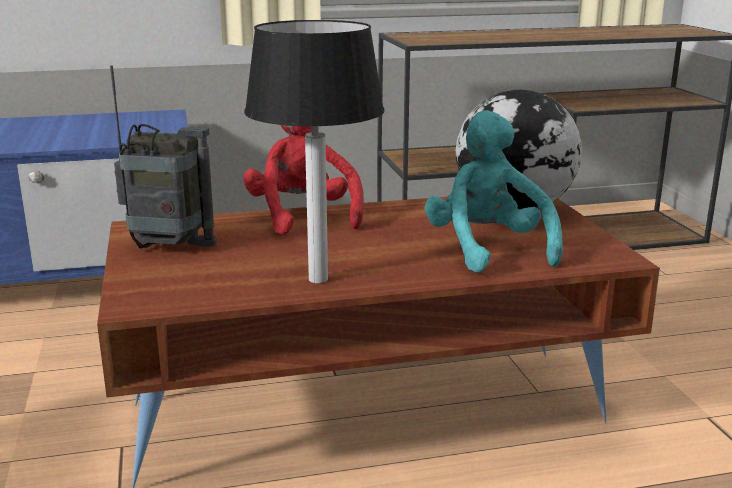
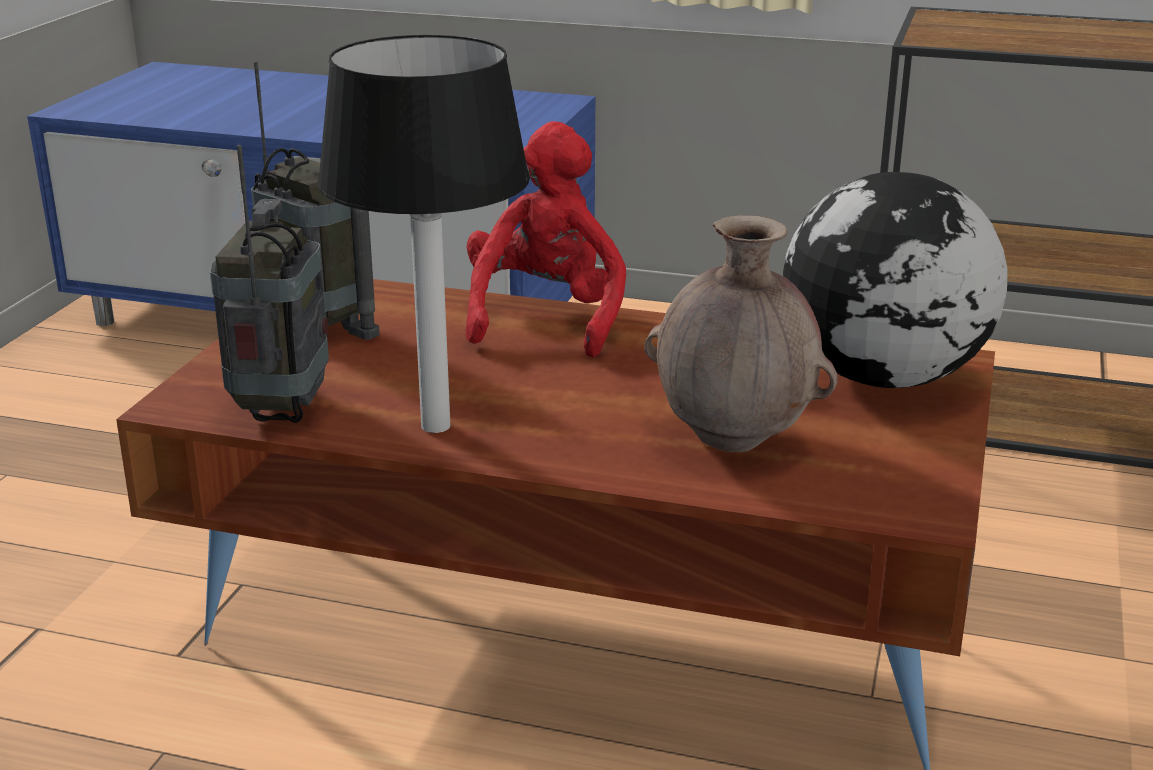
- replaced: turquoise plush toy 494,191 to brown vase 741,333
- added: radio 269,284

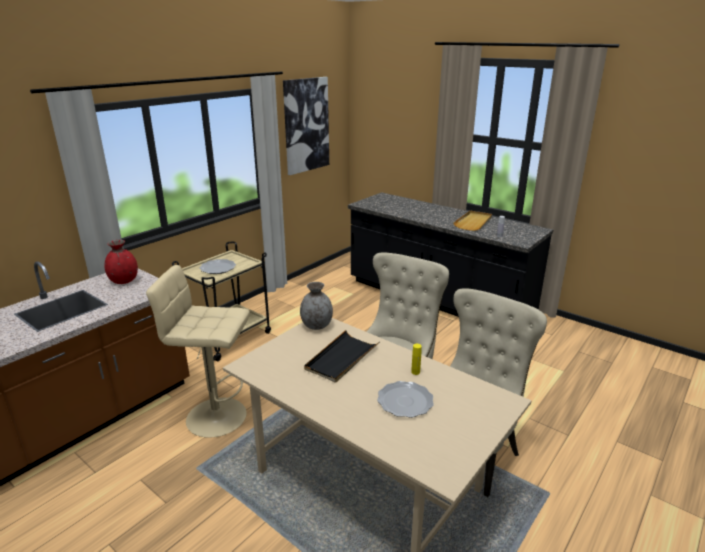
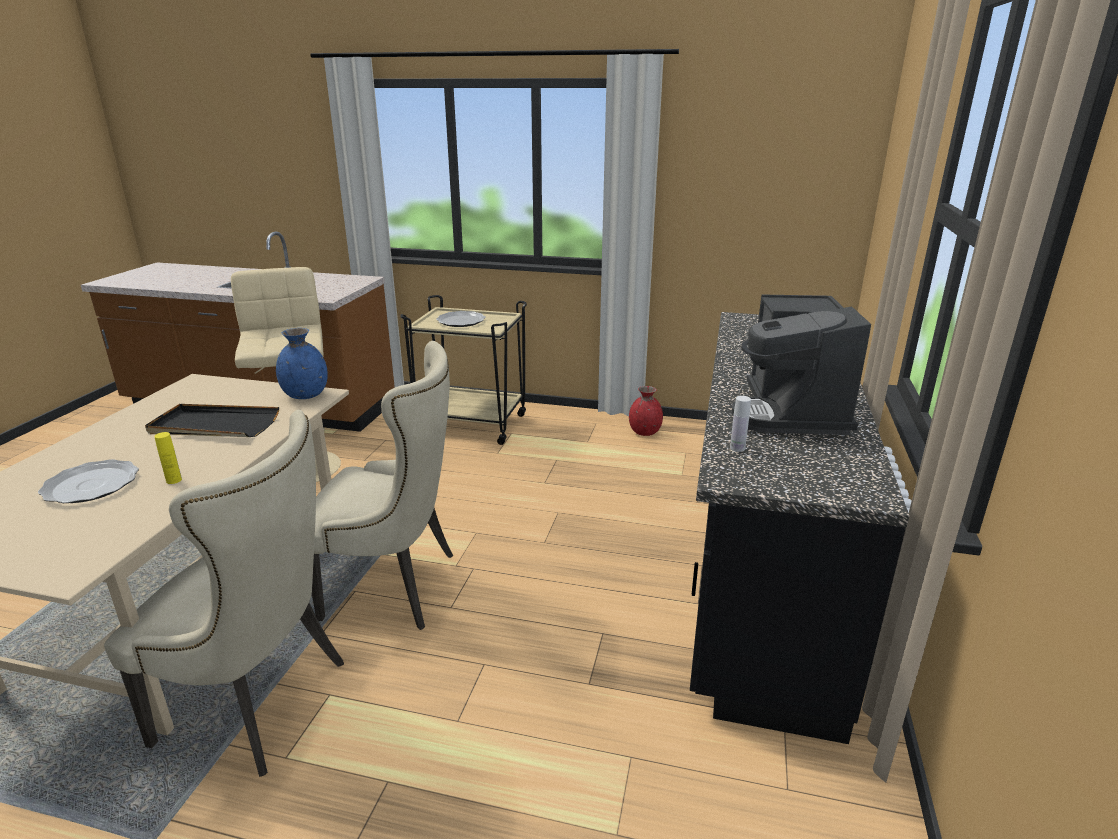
- moved: red vase 121,262 to 646,411
- removed: picture 306,126
- recoloured: grey vase 316,306 to blue vase 302,363
- replaced: beige tray 472,220 to coffee machine 801,364

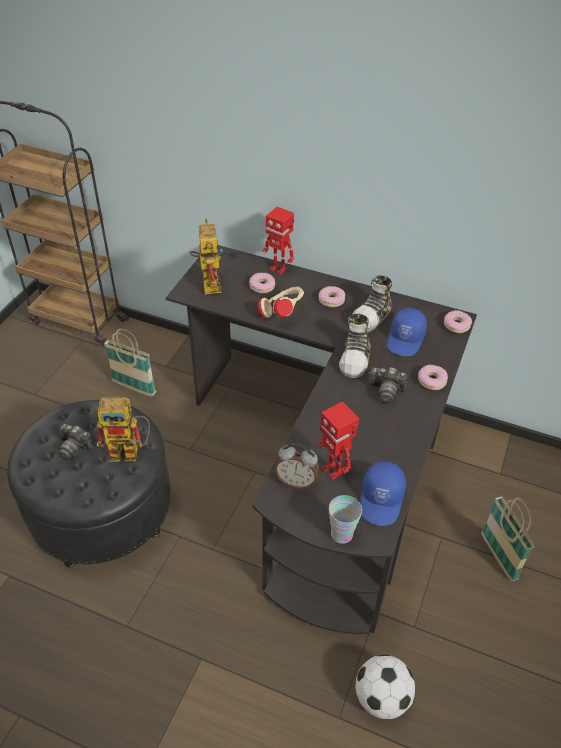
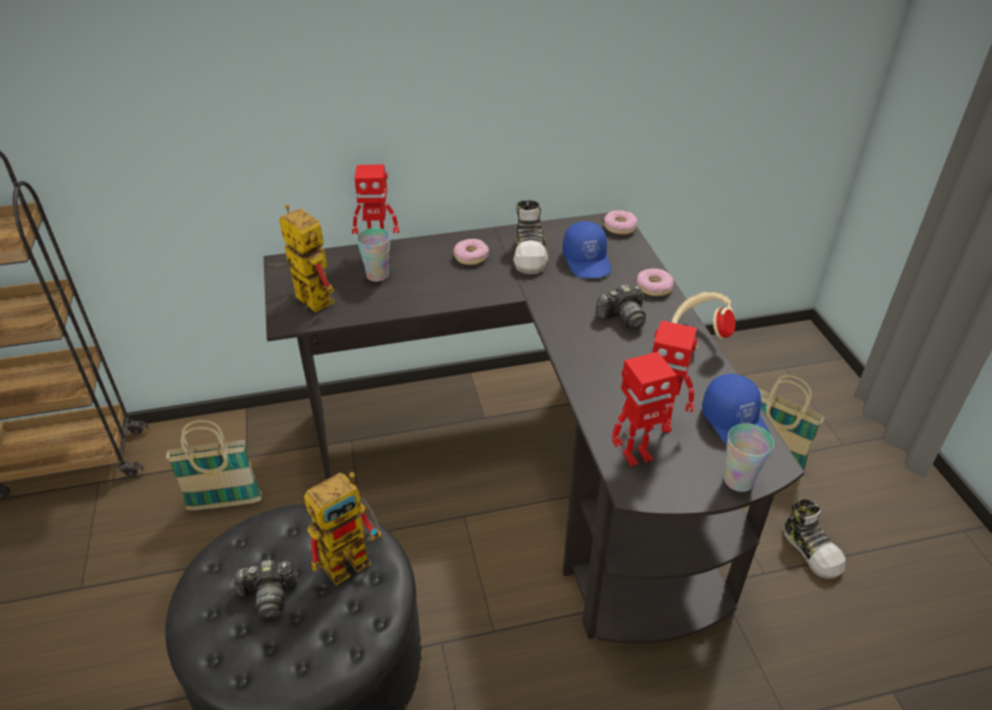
- replaced: donut 262,283 to cup 373,255
- moved: beige headphones 280,302 to 704,321
- replaced: alarm clock 296,466 to toy robot 644,409
- moved: shoe 354,346 to 814,539
- removed: football 385,687

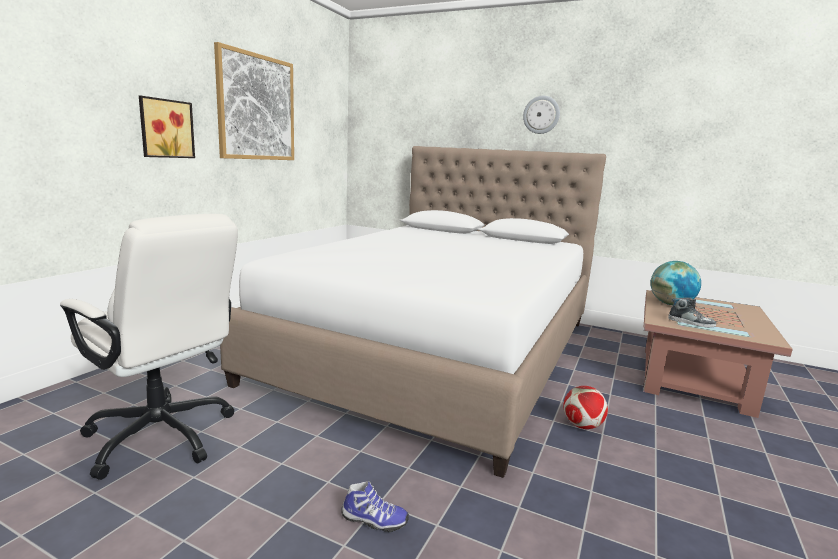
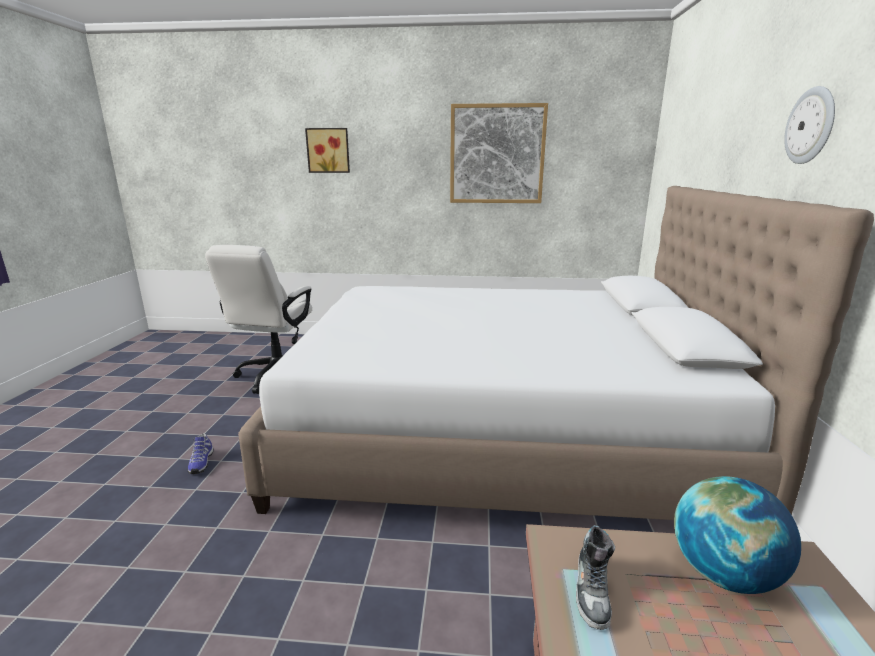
- moved: picture 167,127 to 327,150
- removed: football 585,407

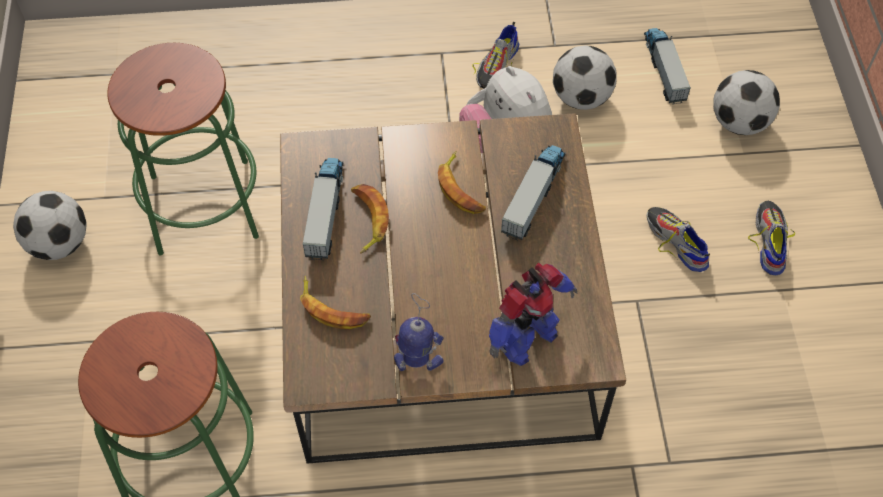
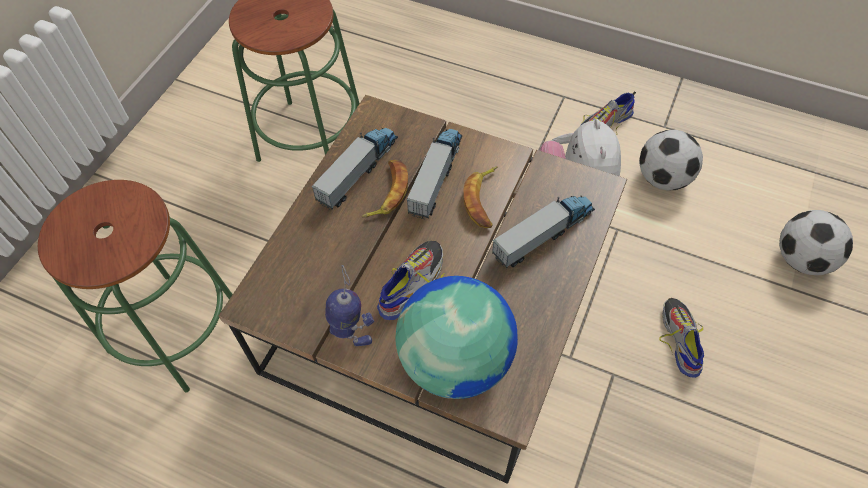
- removed: football 50,225
- removed: banana 335,302
- replaced: toy robot 533,314 to globe 456,337
- moved: toy truck 667,66 to 434,174
- moved: shoe 771,238 to 411,280

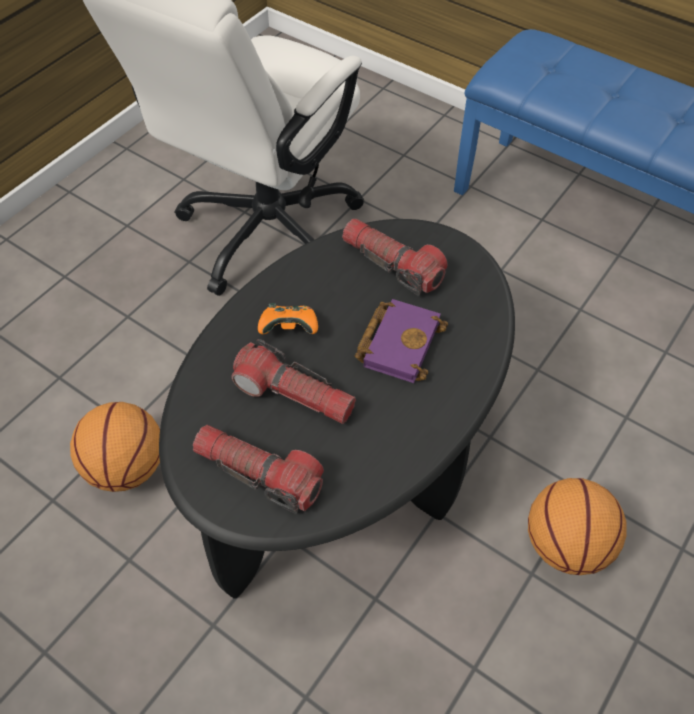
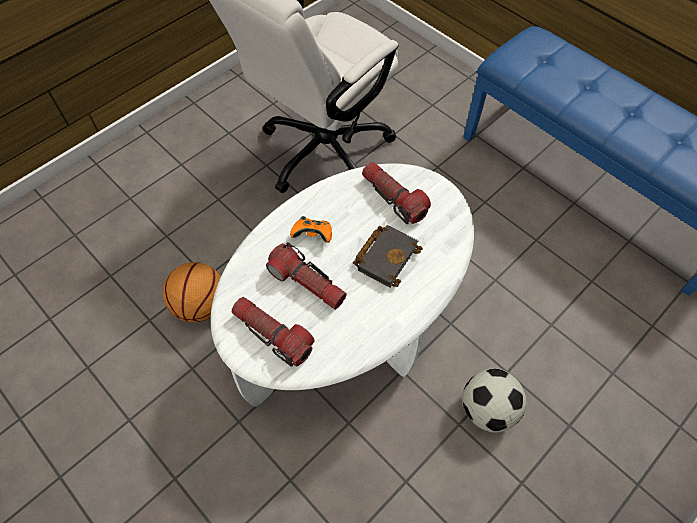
- recoloured: black coffee table 337,409 to white coffee table 342,285
- recoloured: purple book 401,341 to black book 388,256
- replaced: basketball 577,526 to football 494,400

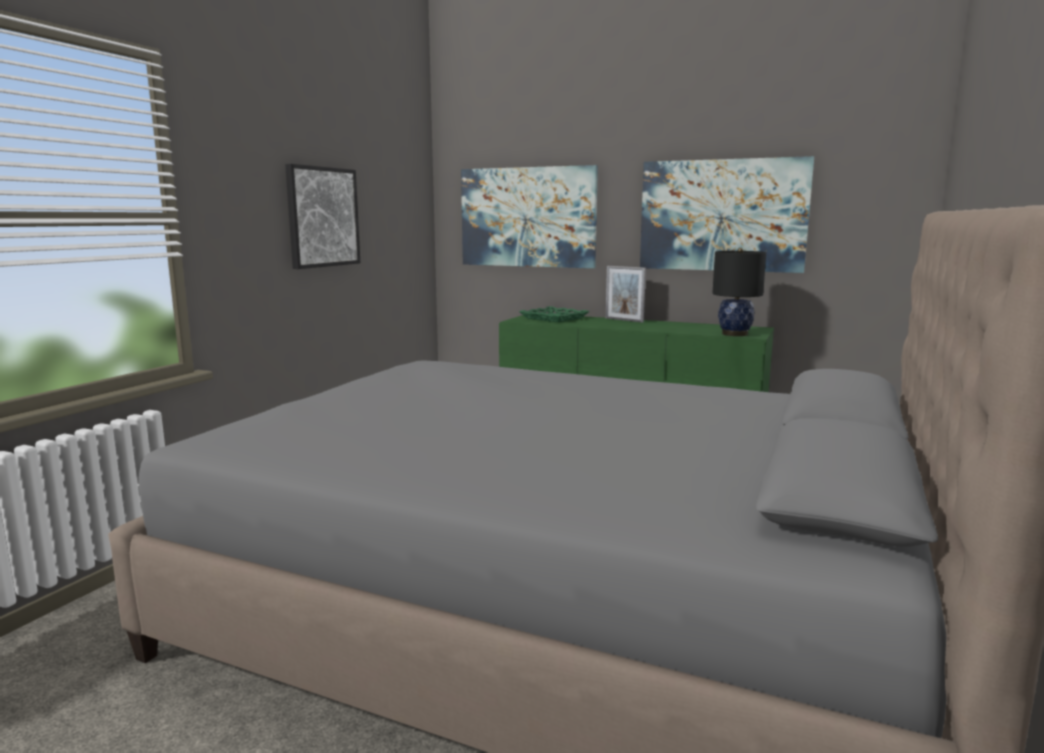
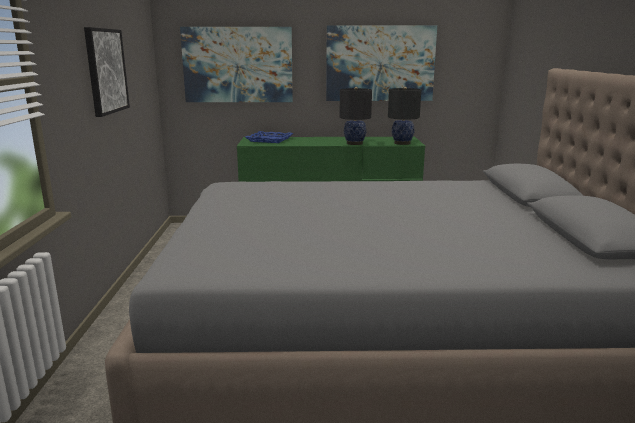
- recoloured: green tray 554,314 to blue tray 269,137
- removed: picture frame 626,294
- added: black table lamp 355,116

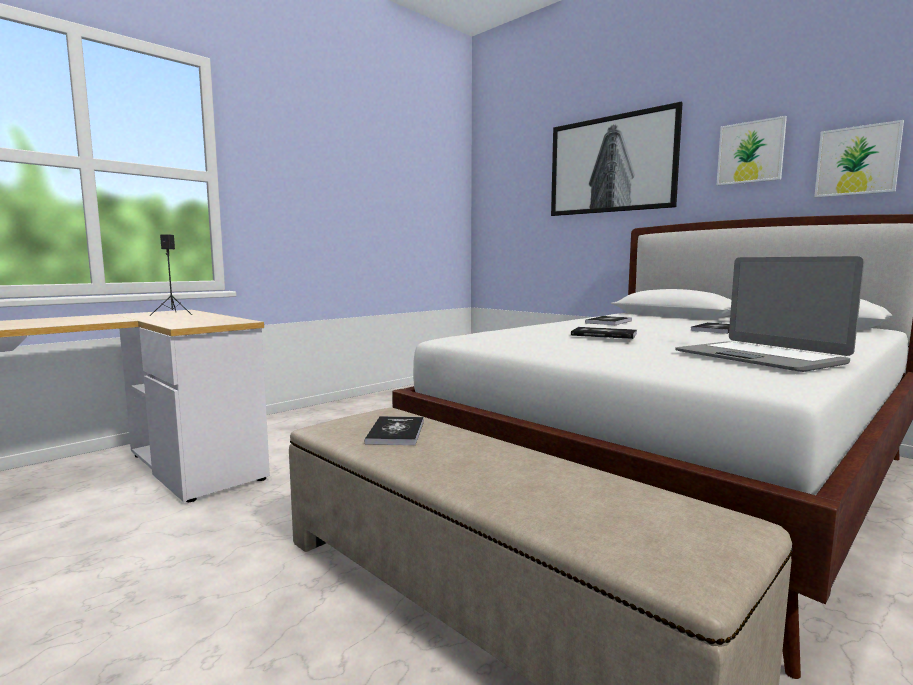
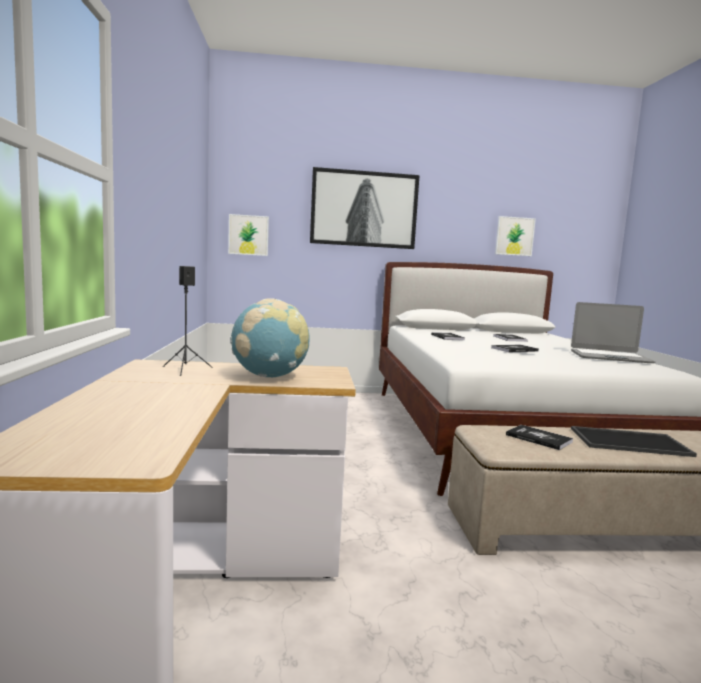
- moved: picture 752,151 to 248,235
- added: globe 270,337
- added: tray 634,441

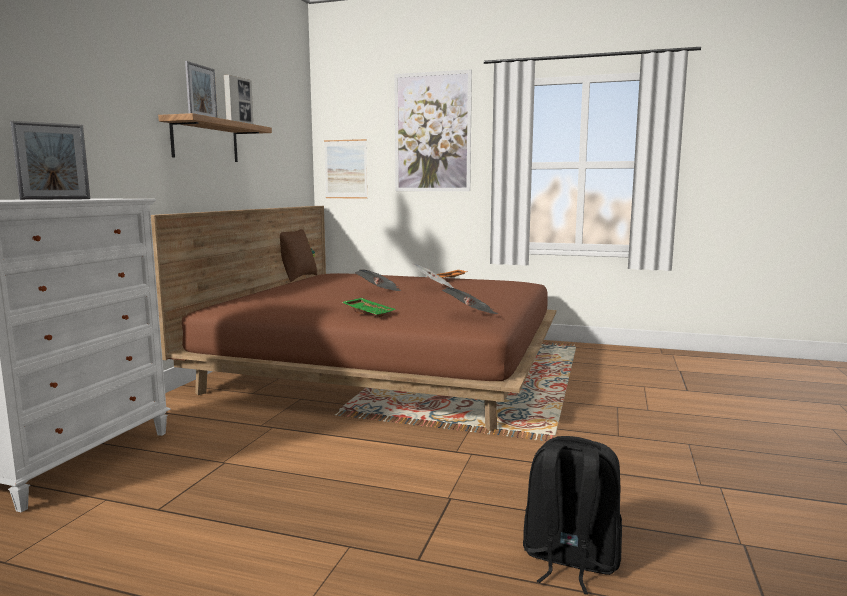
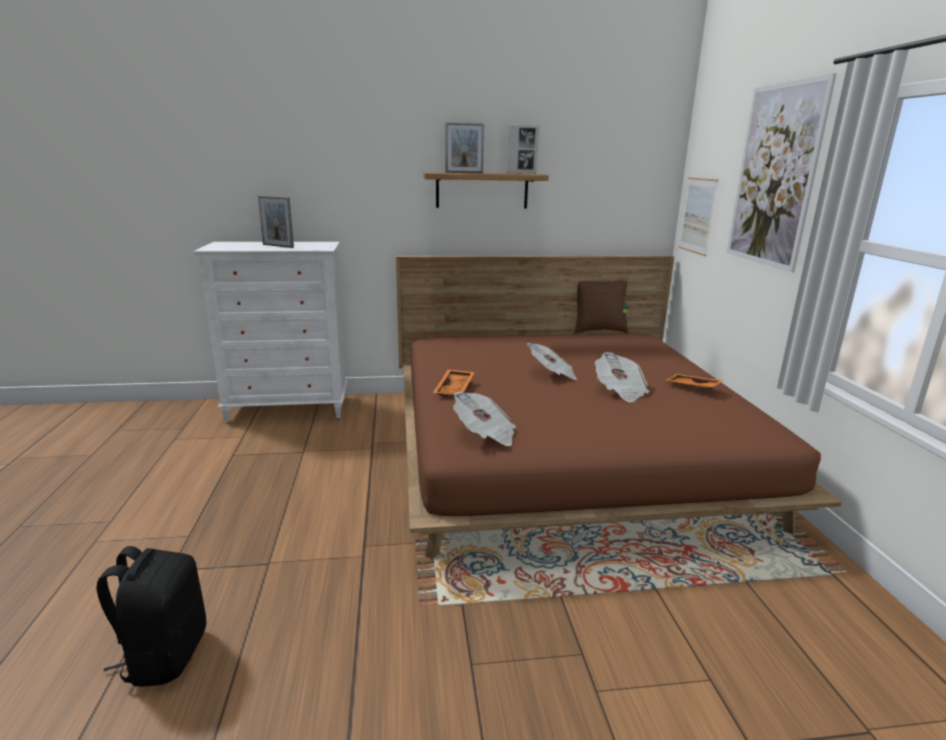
- recoloured: green tray 368,307 to orange tray 454,383

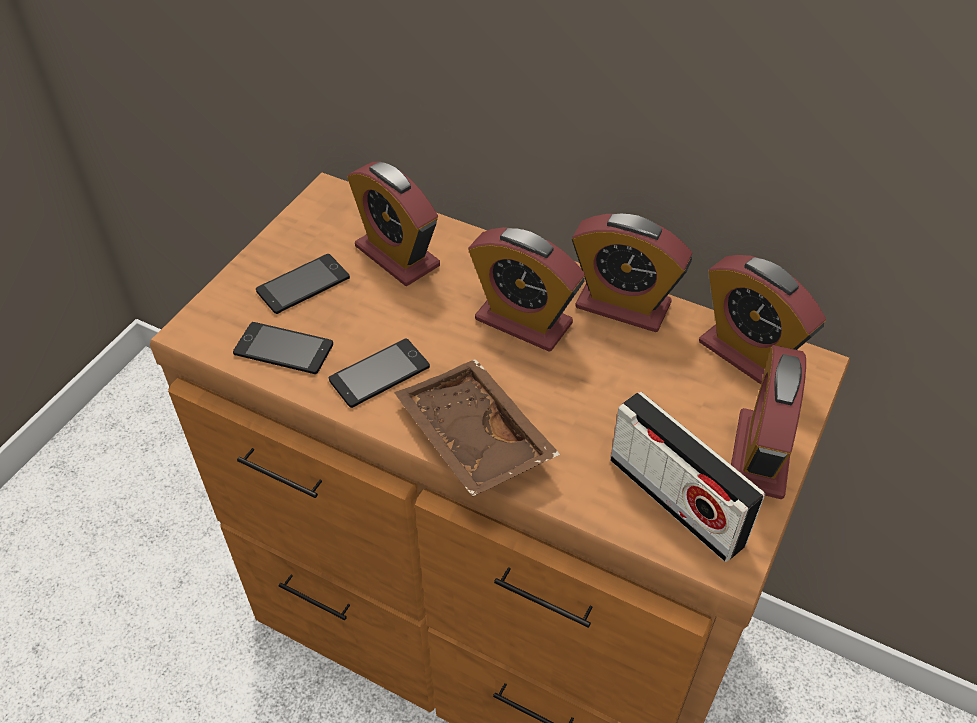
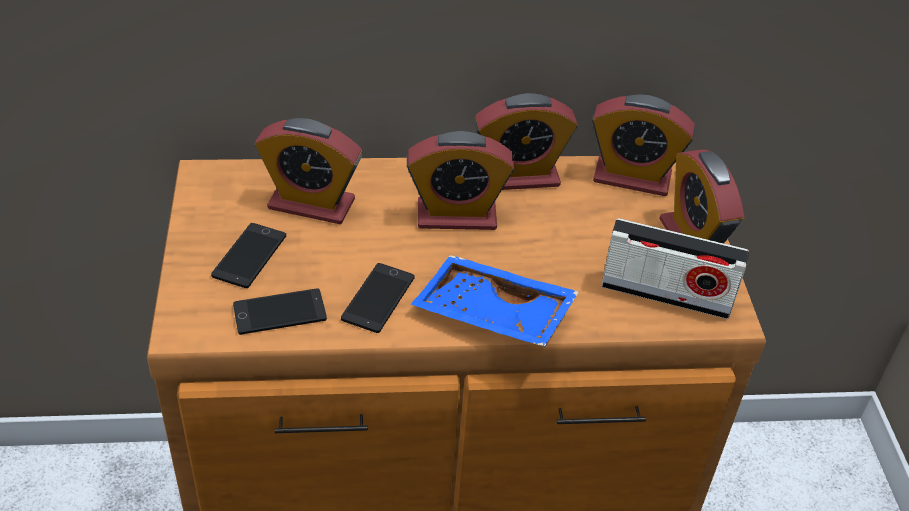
- recoloured: brown tray 477,428 to blue tray 495,301

